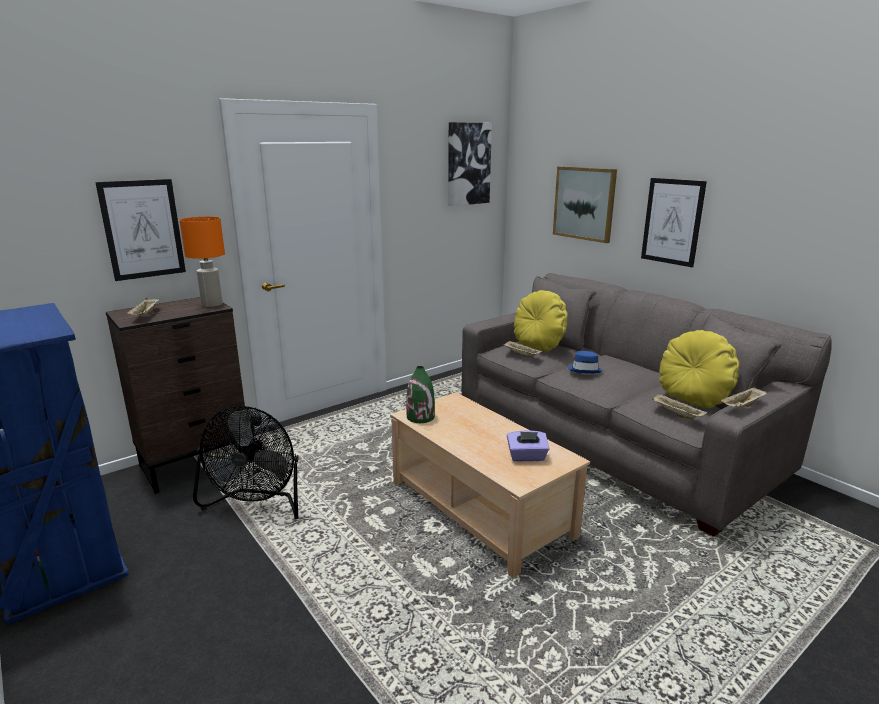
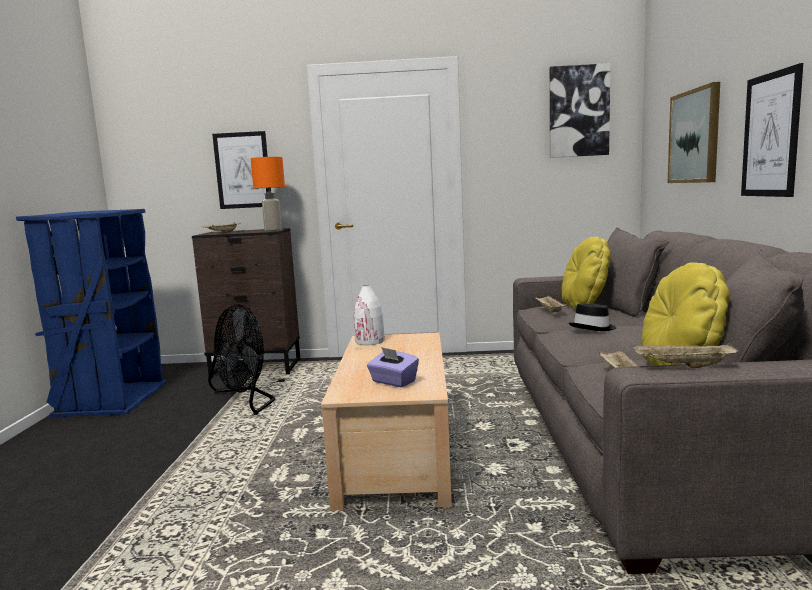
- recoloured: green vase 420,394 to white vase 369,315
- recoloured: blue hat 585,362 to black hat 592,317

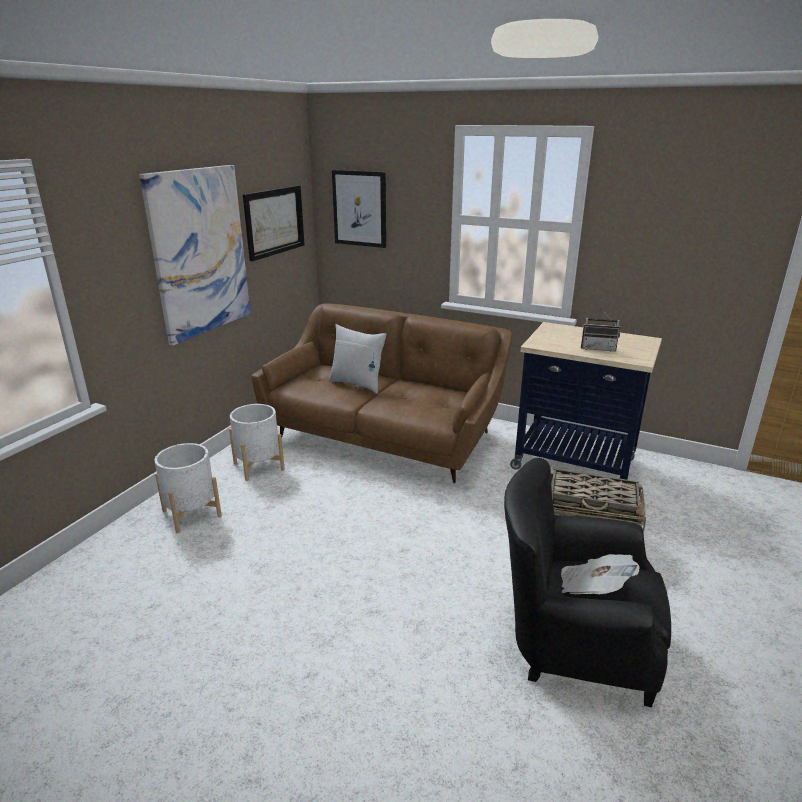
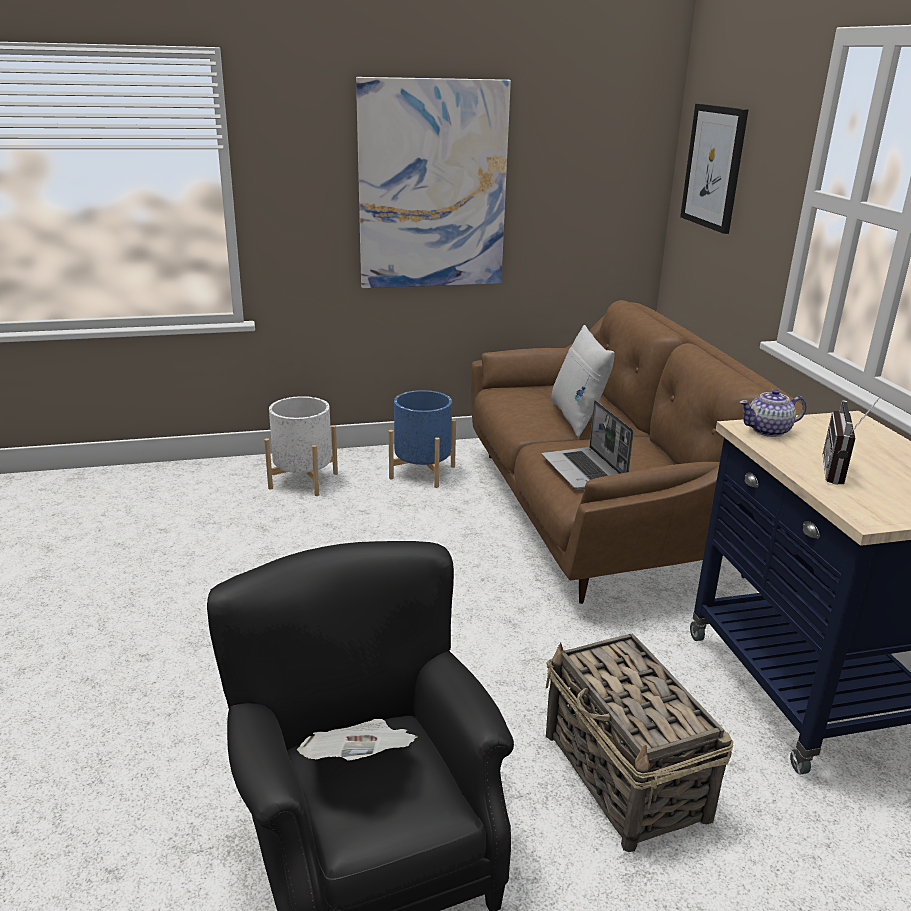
- recoloured: white planter 257,442 to blue planter 422,439
- removed: picture 274,223
- turned: radio 600,329 = 852,441 45 degrees clockwise
- added: laptop 588,444
- added: teapot 772,413

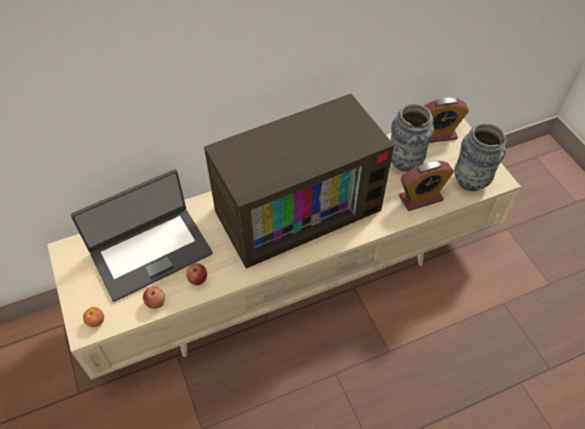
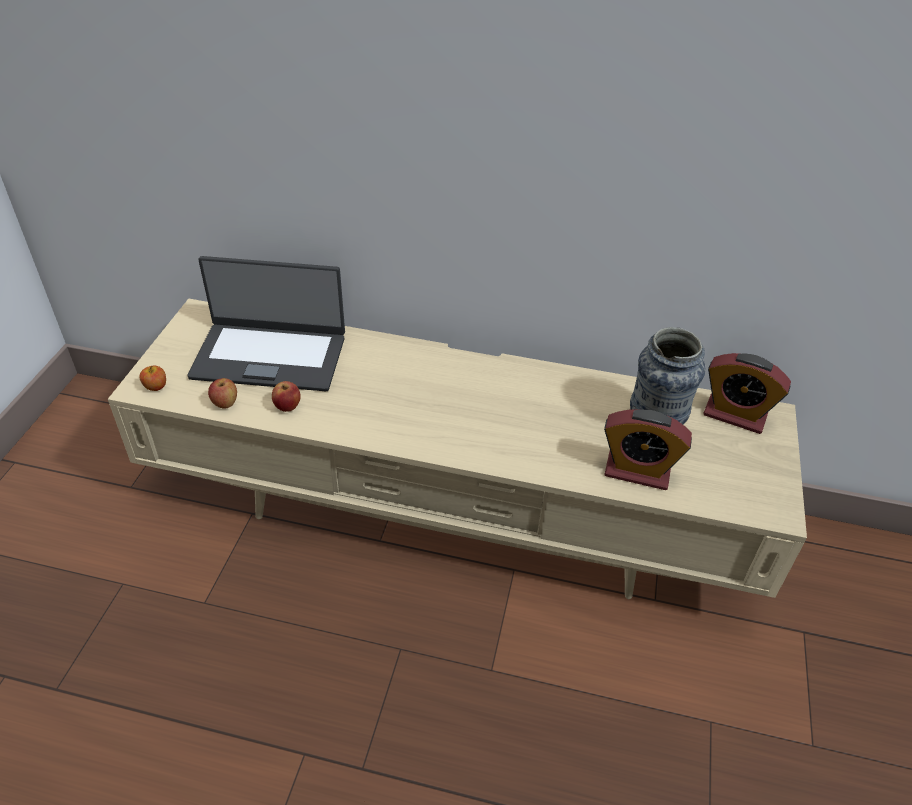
- removed: television 299,181
- removed: vase 480,157

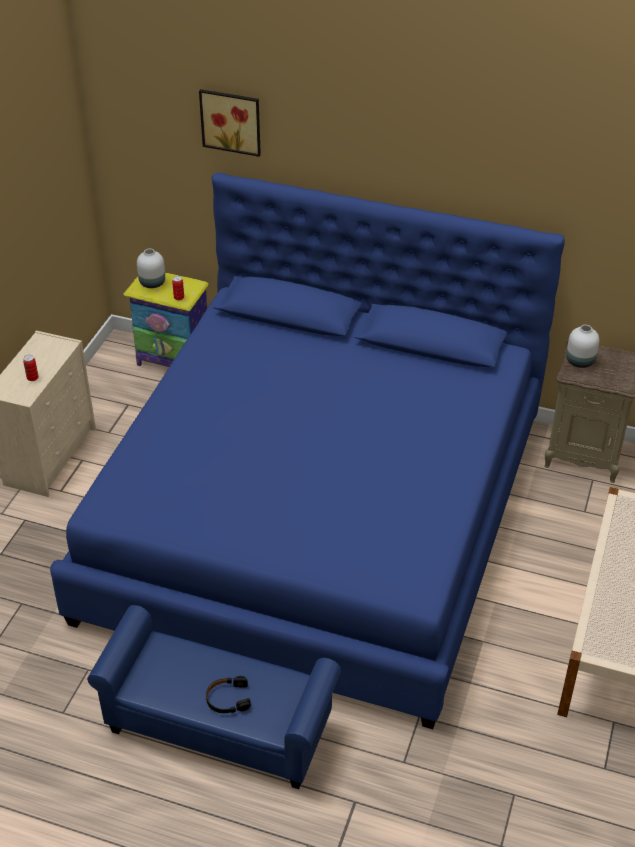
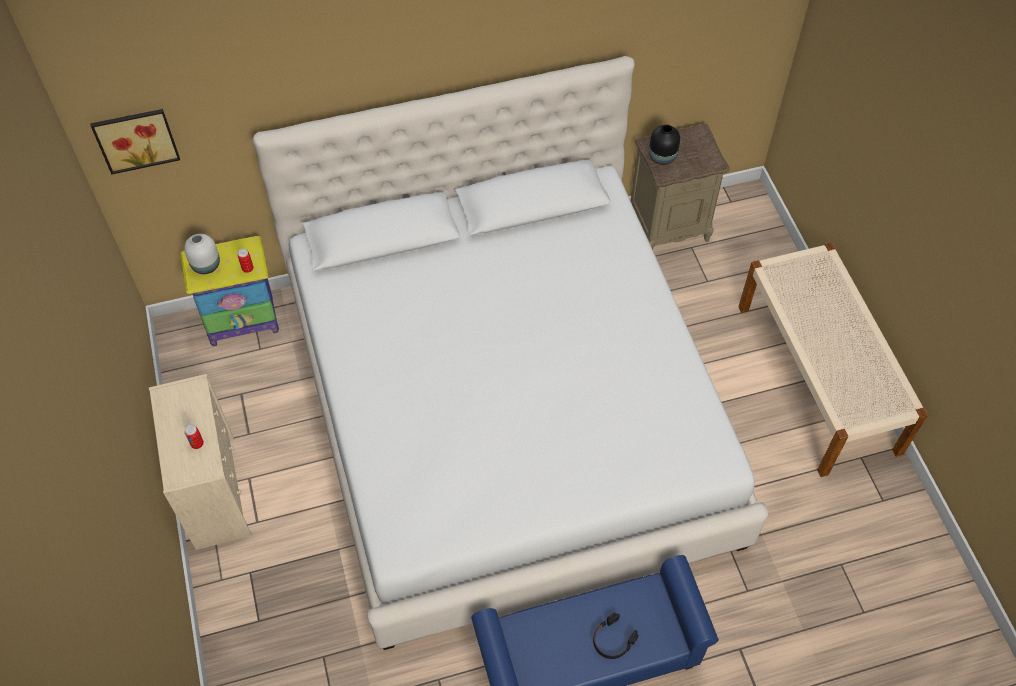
- recoloured: blue bed 307,451 to white bed 510,353
- moved: picture 230,123 to 135,142
- recoloured: white vase 582,346 to black vase 664,144

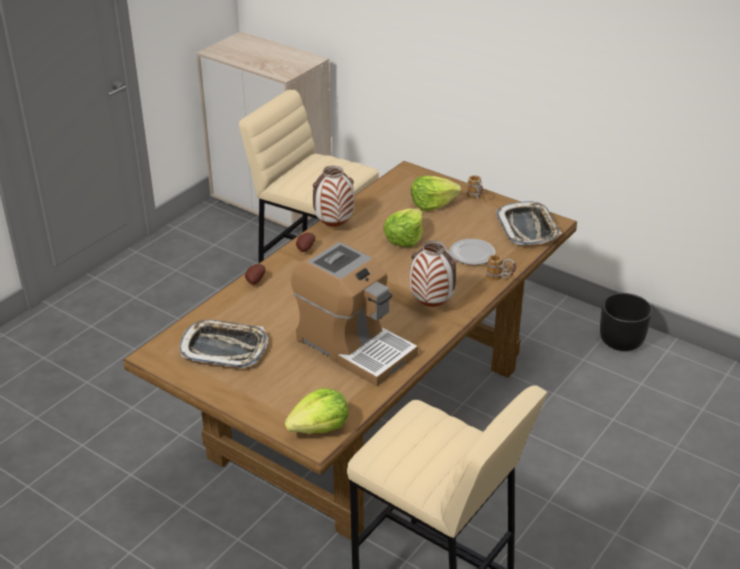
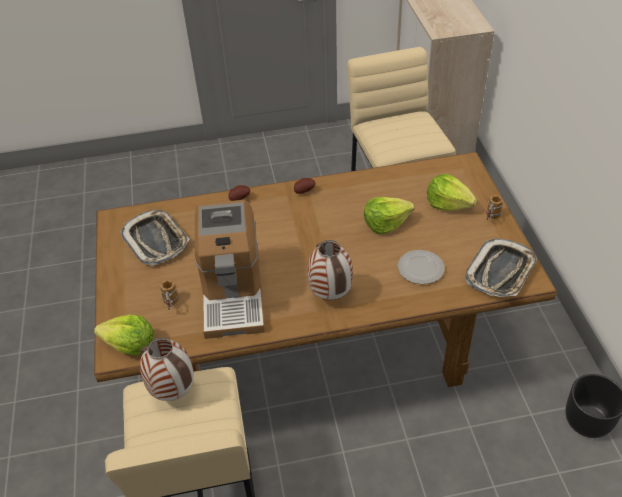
- moved: vase 333,196 to 167,369
- moved: mug 501,267 to 169,295

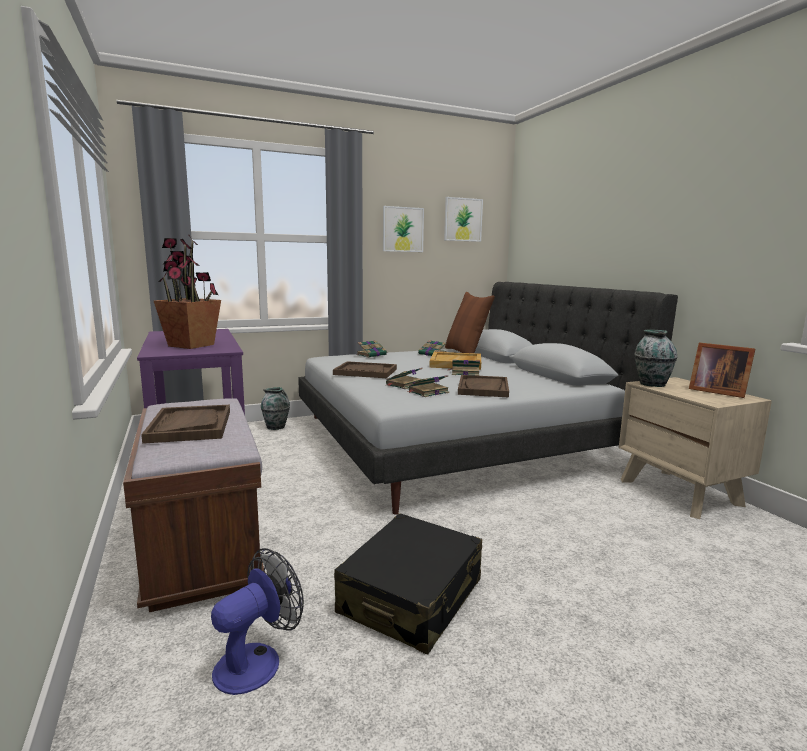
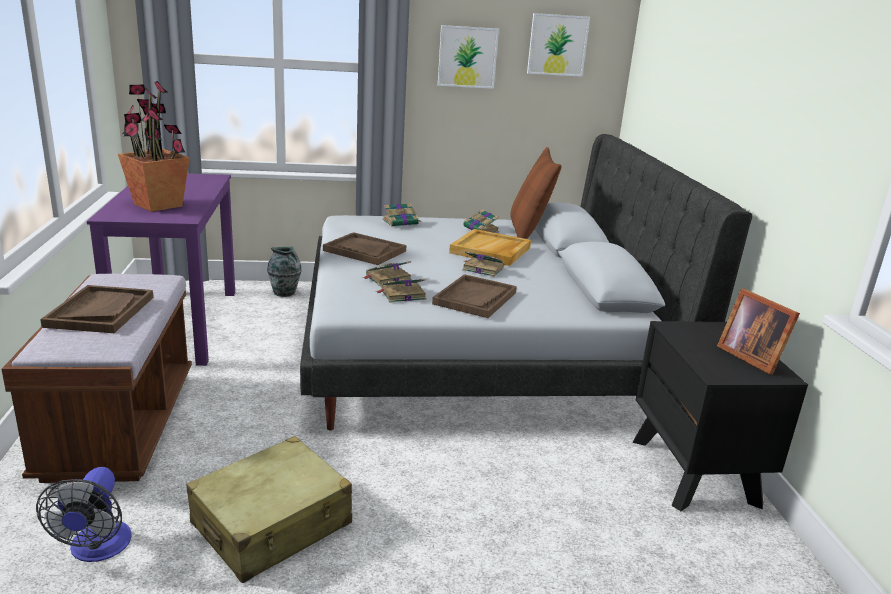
- turned: fan 257,621 = 83,514 120 degrees clockwise
- recoloured: black suitcase 408,584 to beige suitcase 269,509
- recoloured: beige nightstand 695,448 to black nightstand 720,416
- removed: vase 655,358

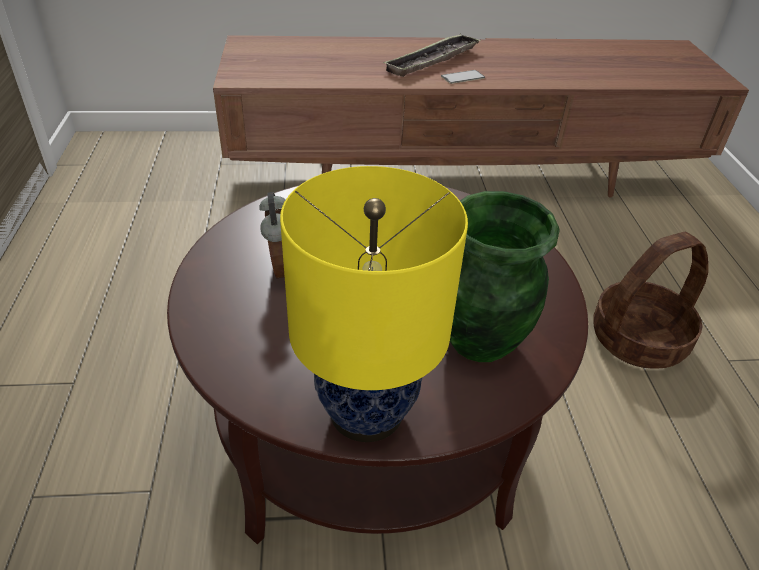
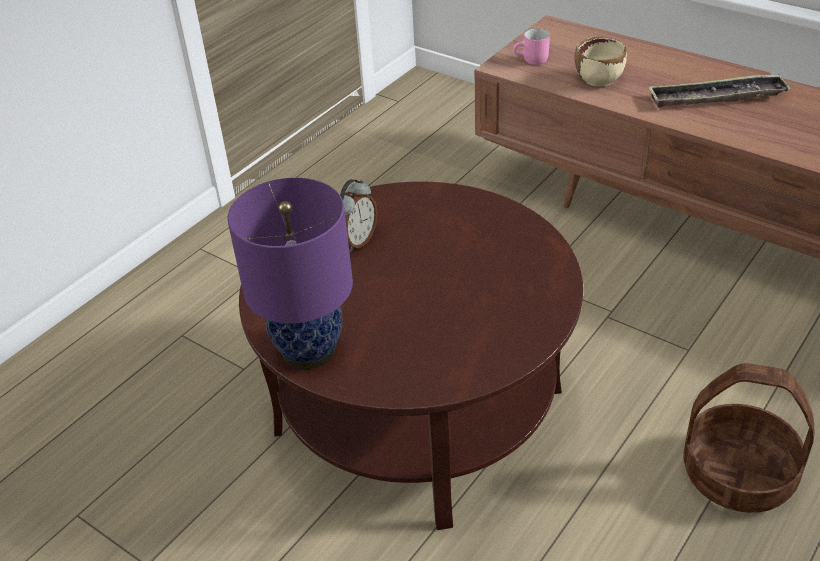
- recoloured: yellow table lamp 374,304 to purple table lamp 290,273
- removed: phone 463,77
- removed: green vase 505,276
- added: pink mug 531,46
- added: beige bowl 601,62

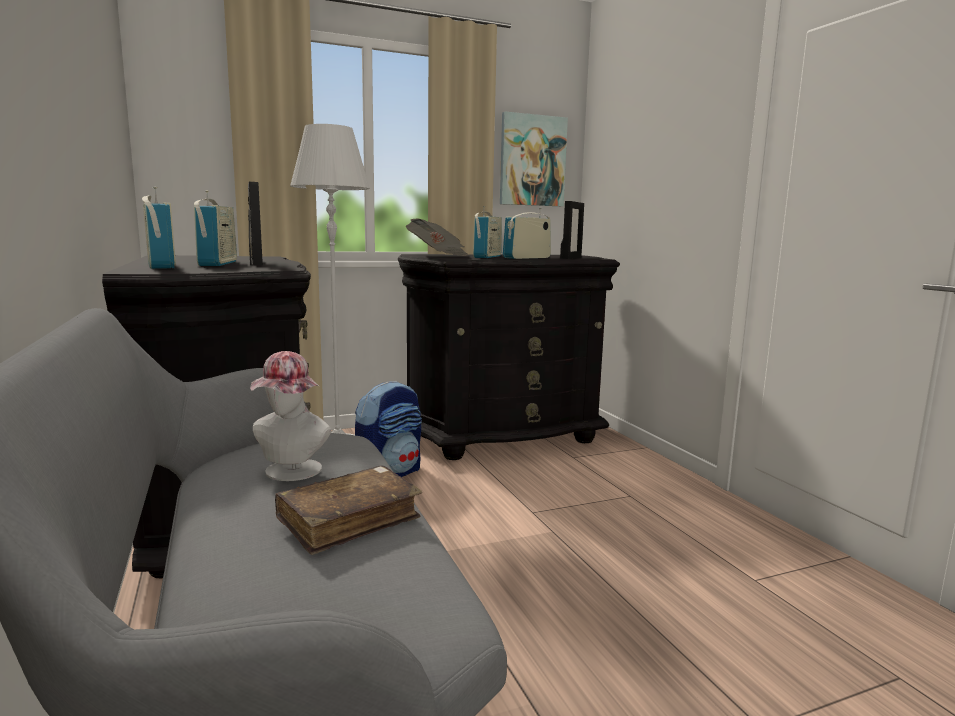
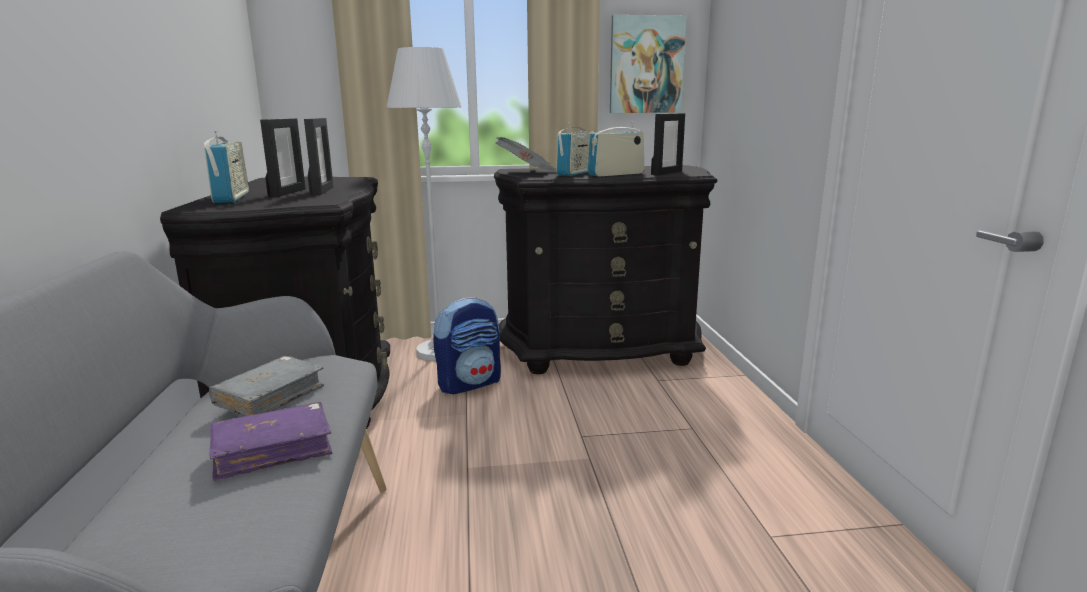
- replaced: radio 215,228 to picture frame 283,157
- replaced: hat 290,416 to grey book 266,386
- recoloured: brown book 348,510 to purple book 271,441

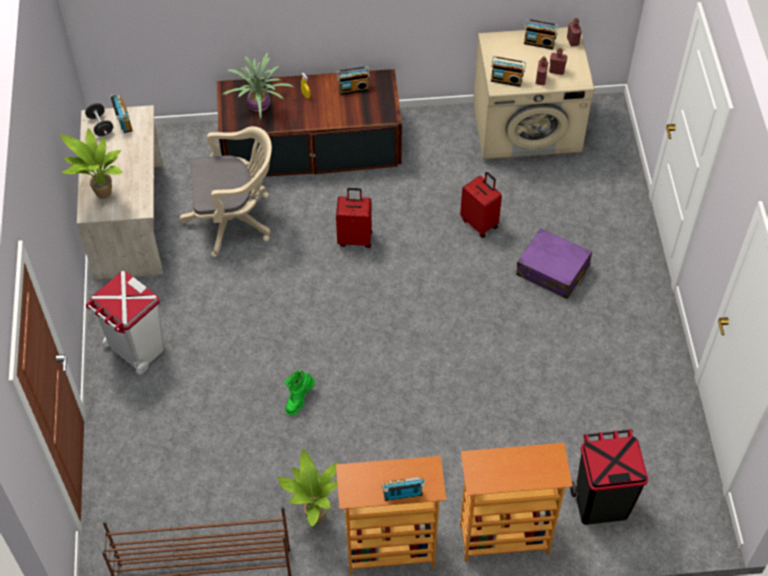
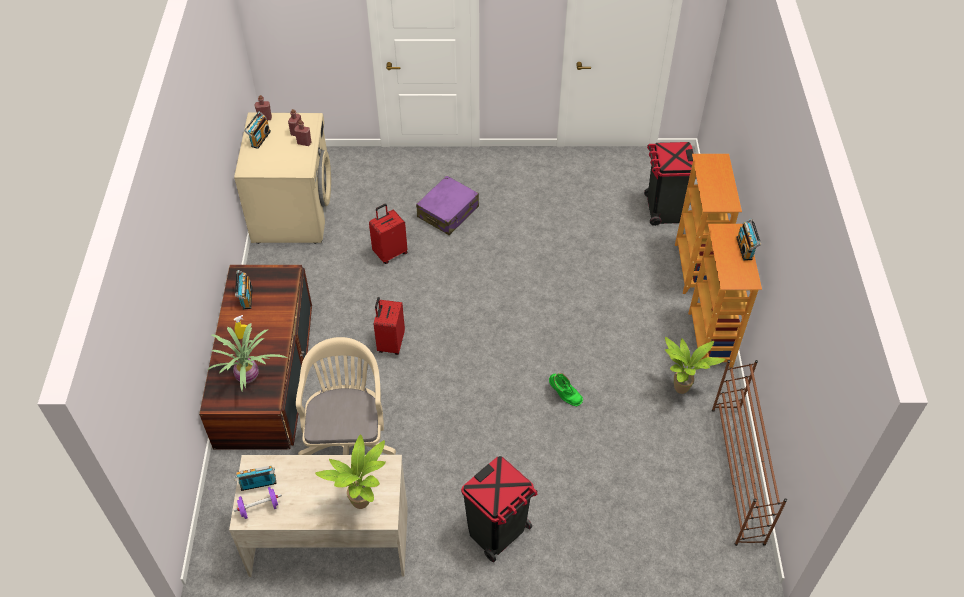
- recoloured: black dumbbell 99,119 to purple dumbbell 258,503
- recoloured: white trash can 125,322 to black trash can 499,509
- removed: radio 508,71

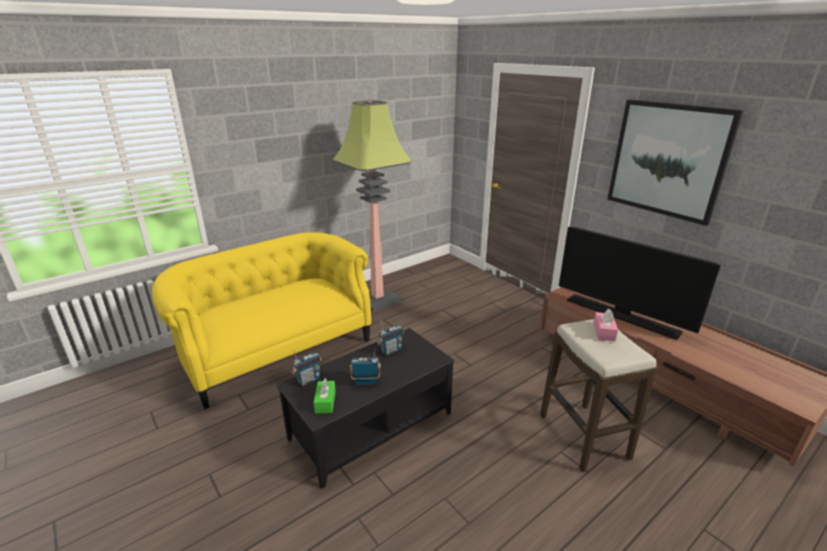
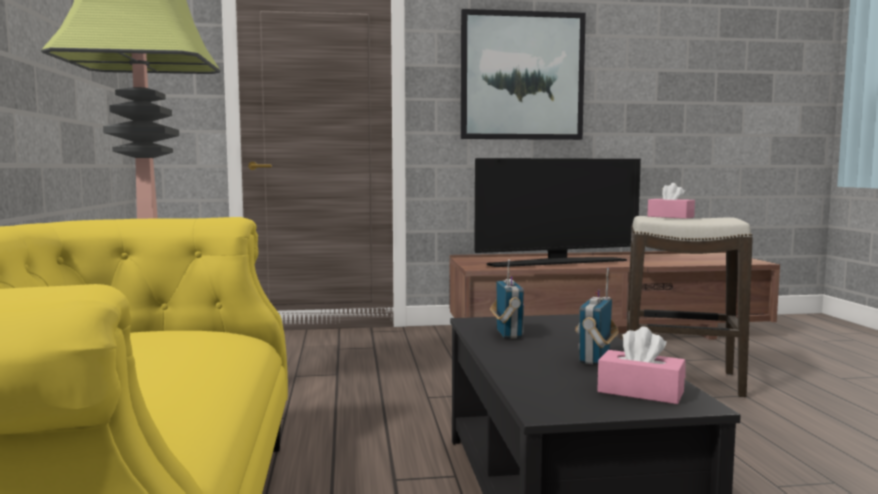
- removed: radio 307,367
- recoloured: green tissue box 325,396 to pink tissue box 641,365

